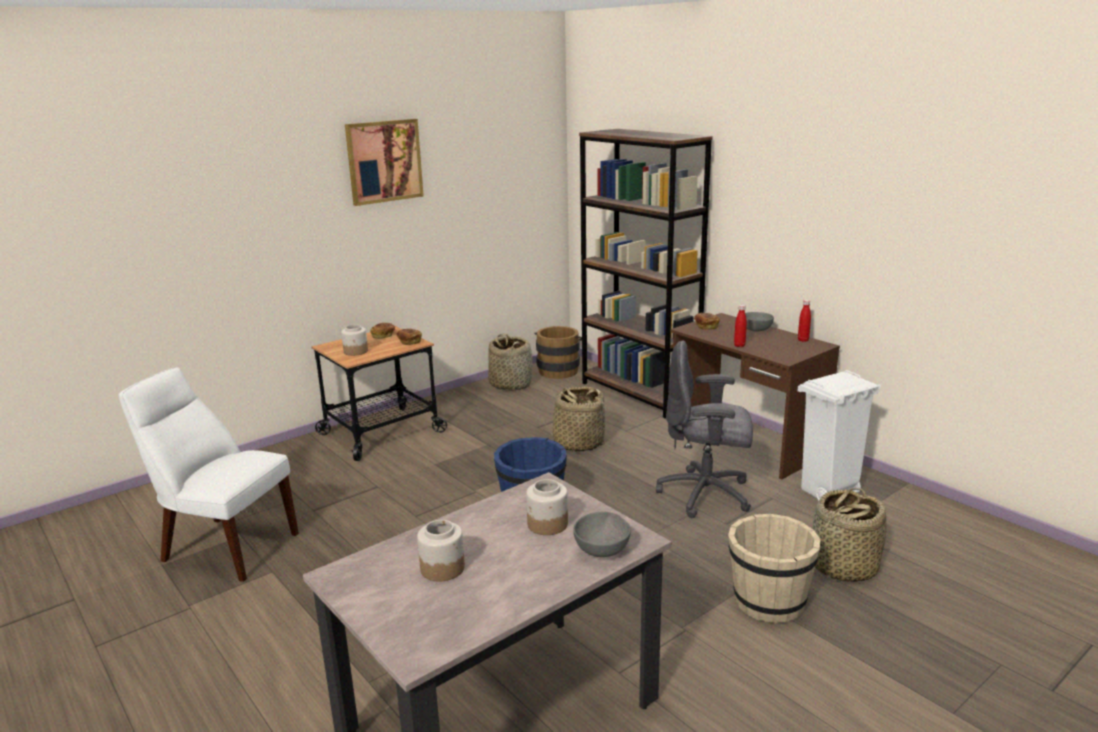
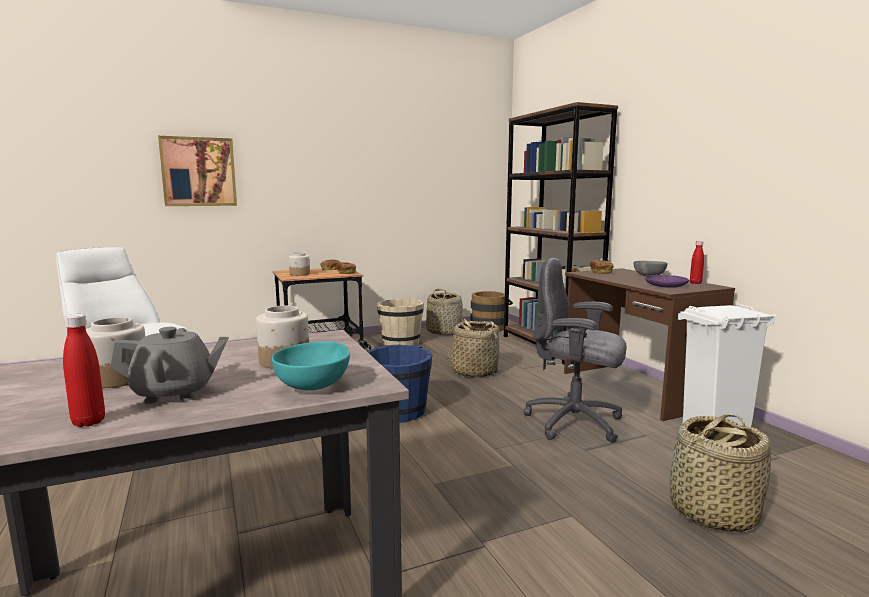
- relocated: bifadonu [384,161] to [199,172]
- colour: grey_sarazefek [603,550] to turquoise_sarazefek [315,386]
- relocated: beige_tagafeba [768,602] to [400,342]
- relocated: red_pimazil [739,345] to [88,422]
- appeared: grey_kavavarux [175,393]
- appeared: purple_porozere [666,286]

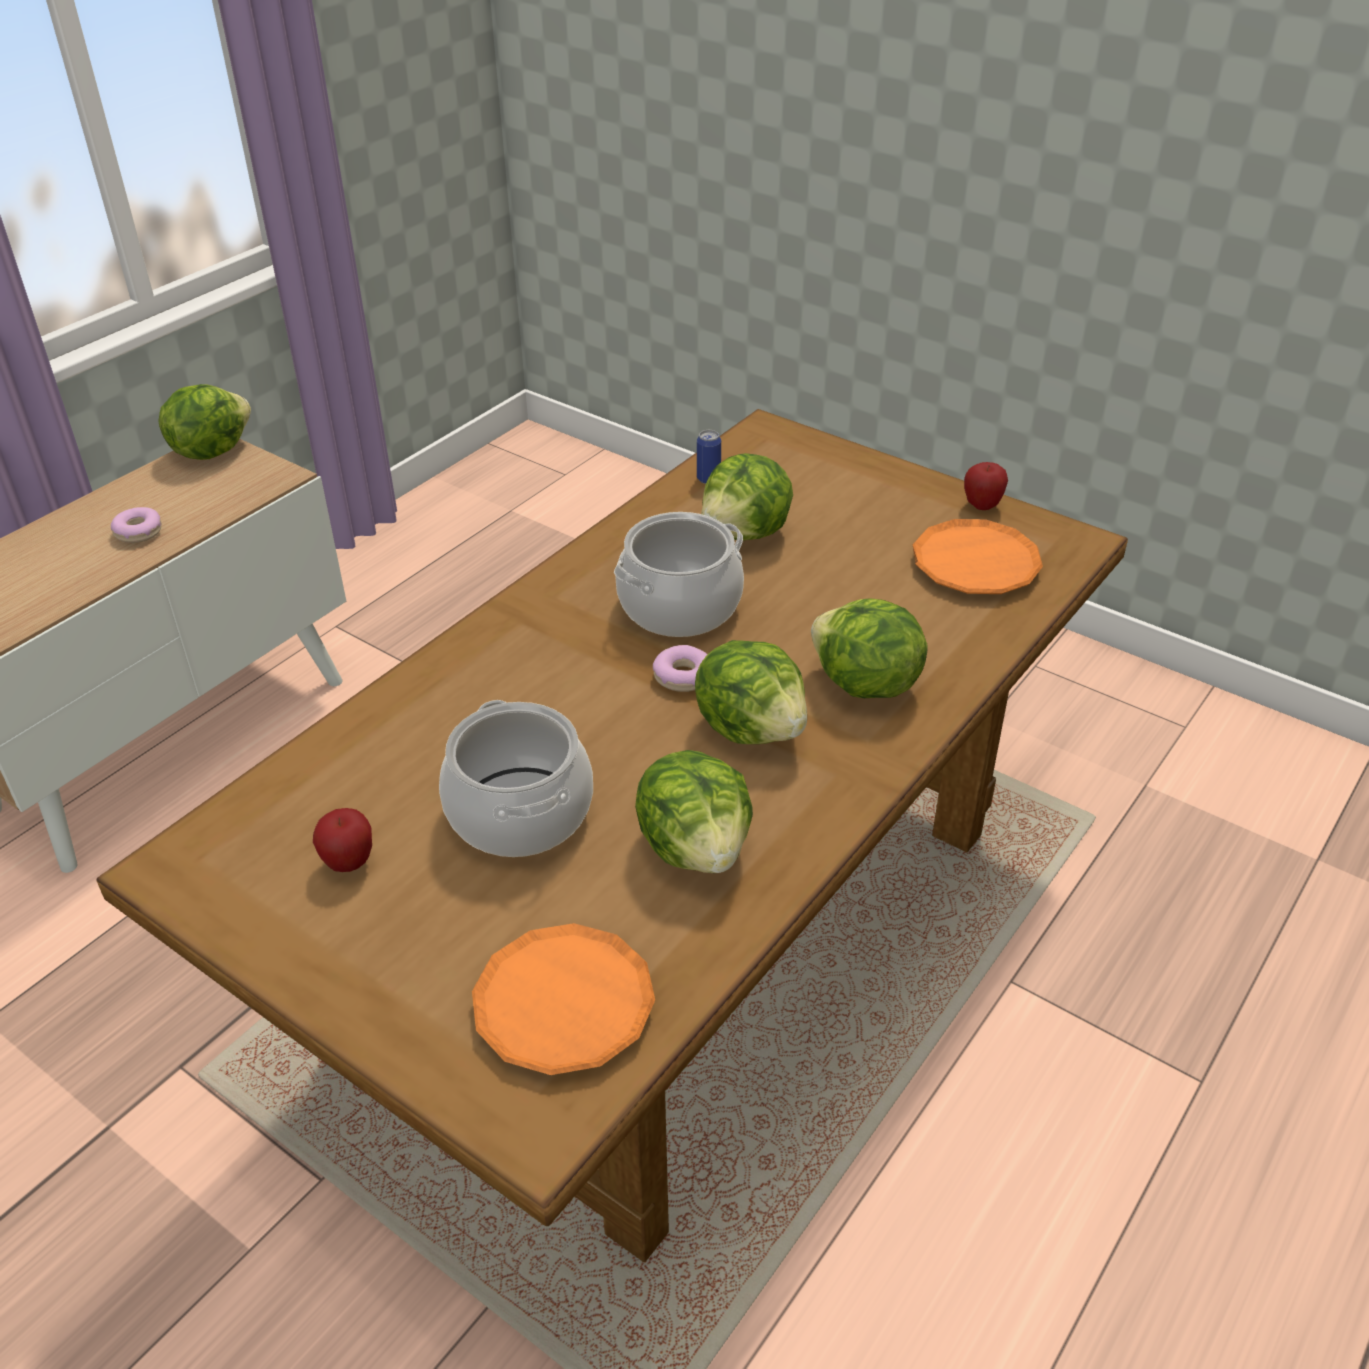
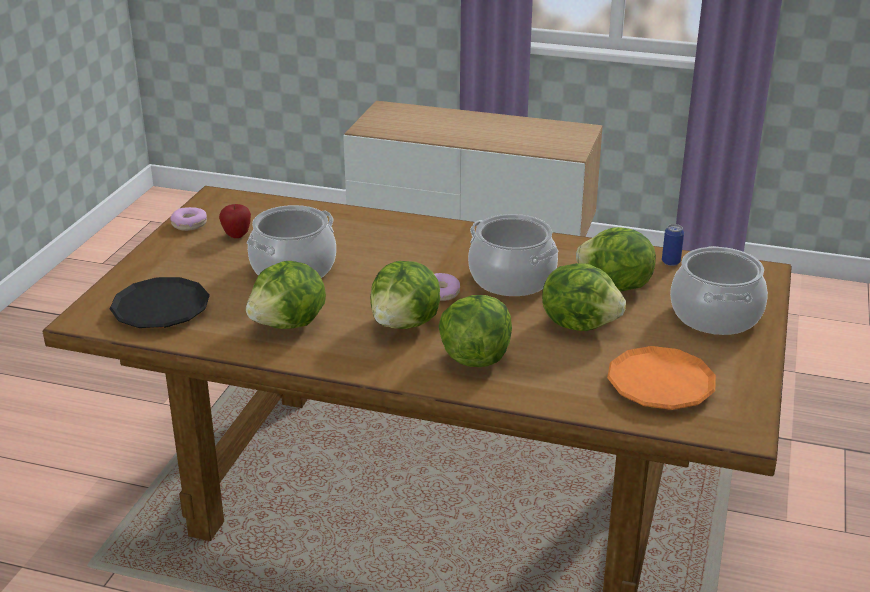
- relocated: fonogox [138,532] to [189,224]
- relocated: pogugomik [210,450] to [580,324]
- colour: orange_porozere [564,1006] to black_porozere [161,309]
- missing: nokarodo [982,505]
- appeared: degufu [714,315]

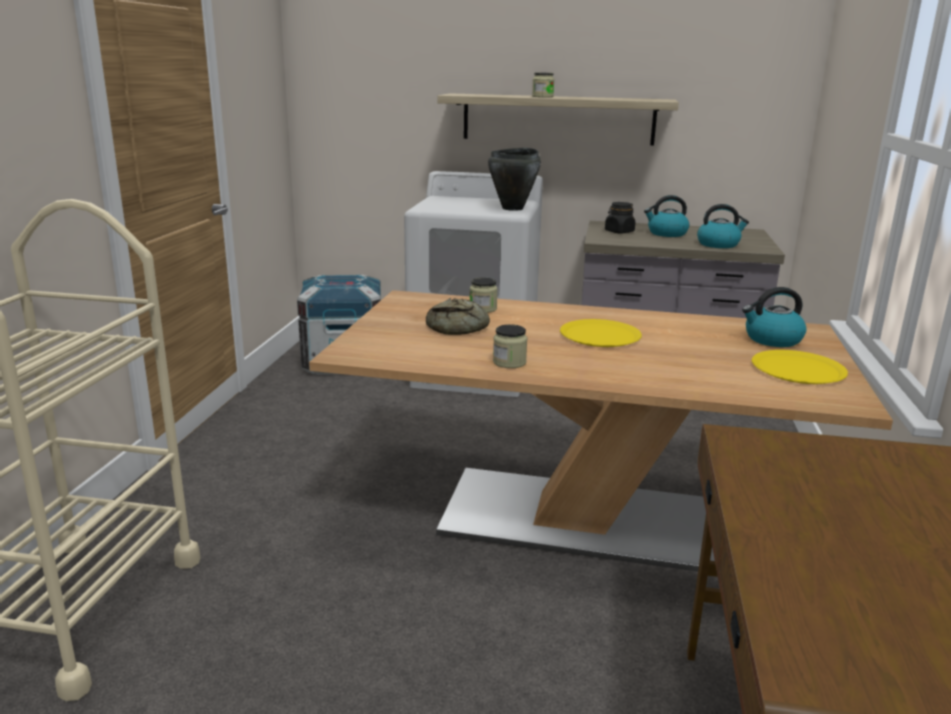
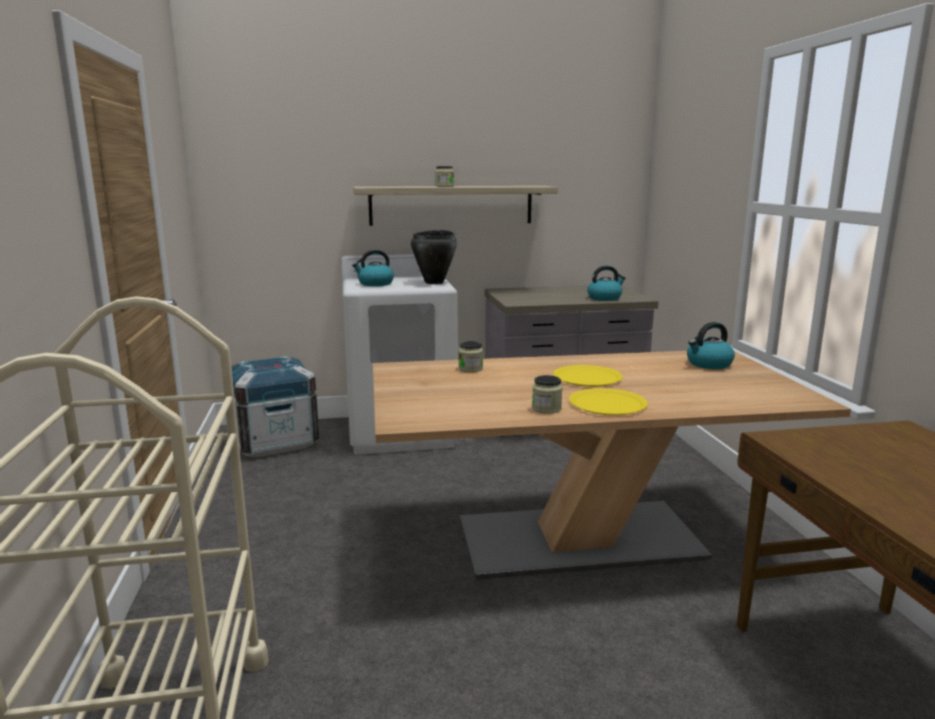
- missing: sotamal [459,327]
- missing: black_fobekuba [619,232]
- relocated: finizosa [666,233] to [375,284]
- relocated: yellow_porozere [798,369] to [607,403]

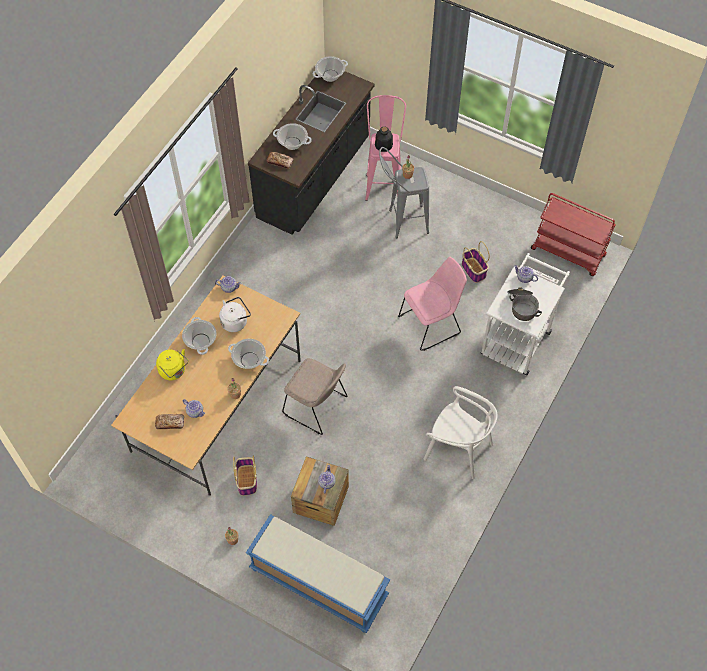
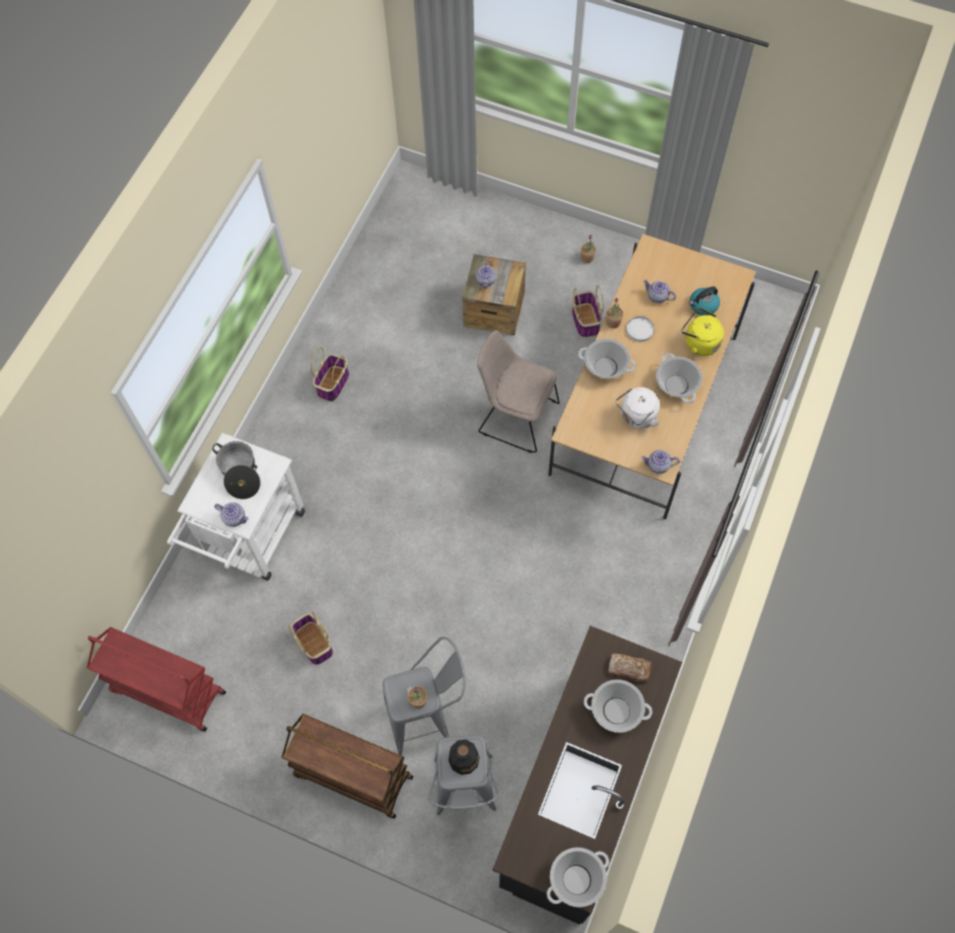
- missing: sotamal [170,423]
- missing: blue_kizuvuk [317,583]
- colour: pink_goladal [383,182] to grey_goladal [465,796]
- missing: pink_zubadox [431,323]
- exchanged: white_zubadox [458,449] to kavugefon [333,383]
- appeared: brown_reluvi [352,776]
- appeared: white_porozere [639,330]
- appeared: finizosa [703,305]

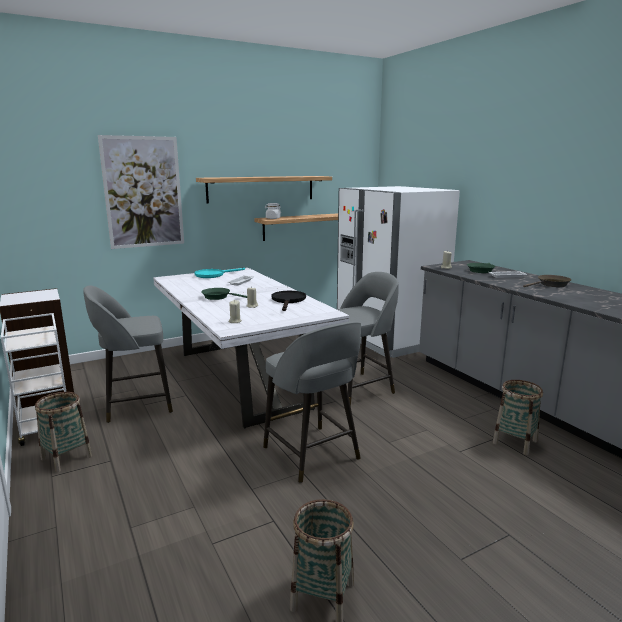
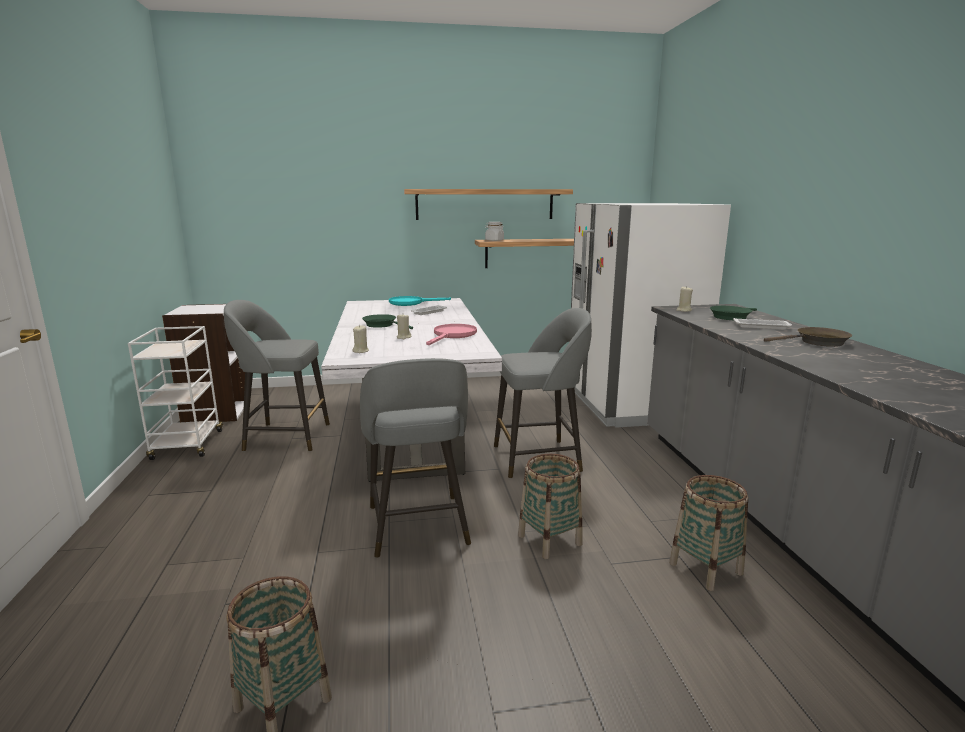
- relocated: kavugefon [66,458] to [549,540]
- missing: bifadonu [143,192]
- colour: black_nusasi [288,301] to pink_nusasi [452,335]

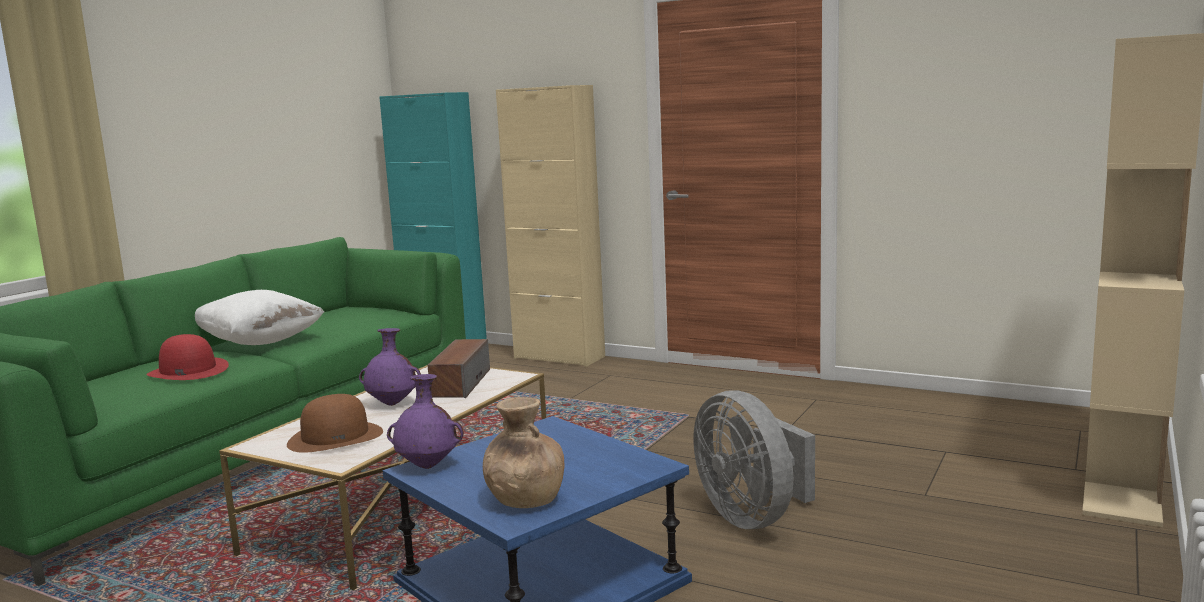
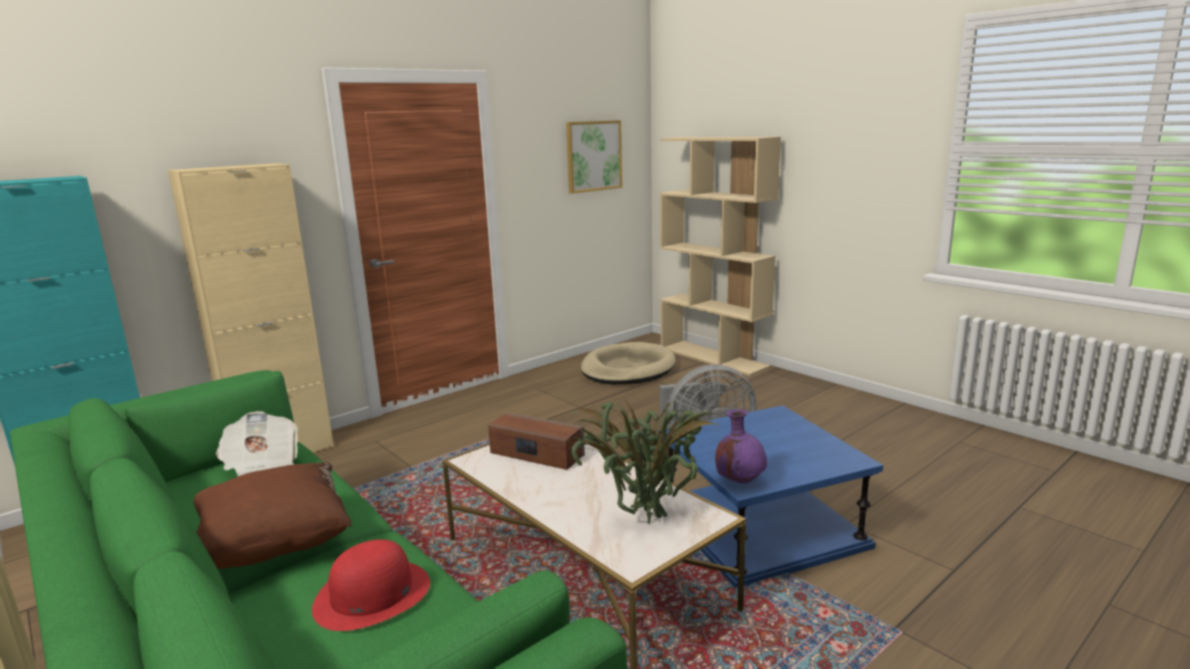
- colour: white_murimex [259,342] to brown_murimex [276,545]
- exchanged: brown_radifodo [336,437] to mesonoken [643,519]
- missing: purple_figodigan [393,403]
- missing: brown_figodigan [524,499]
- appeared: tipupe [262,467]
- appeared: bifadonu [593,156]
- appeared: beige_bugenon [627,369]

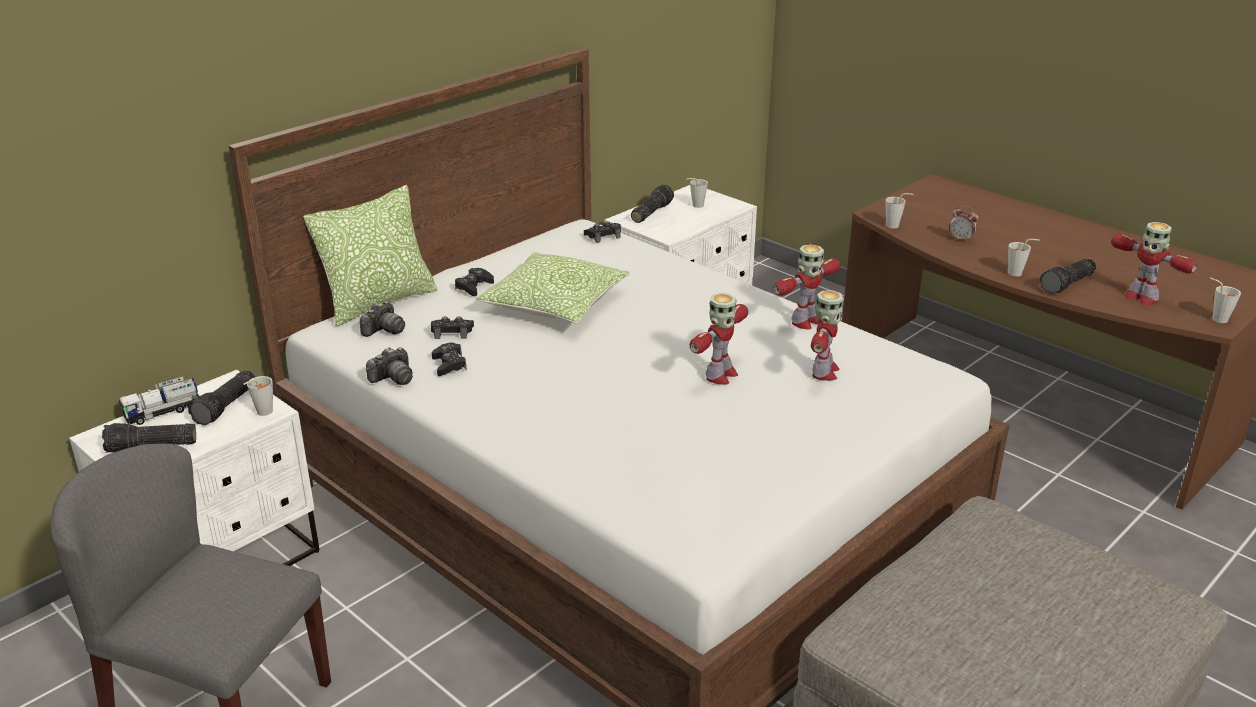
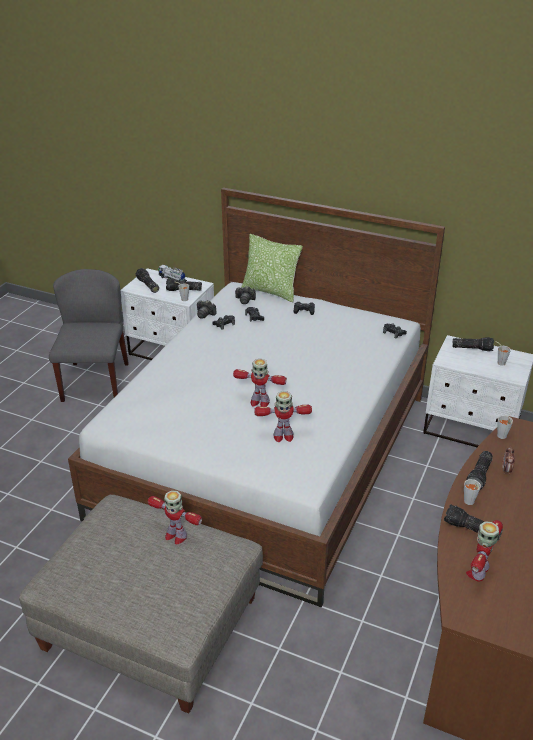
- missing: murimex [555,304]
- relocated: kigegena [805,322] to [175,536]
- missing: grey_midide [1216,318]
- appeared: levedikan [480,476]

